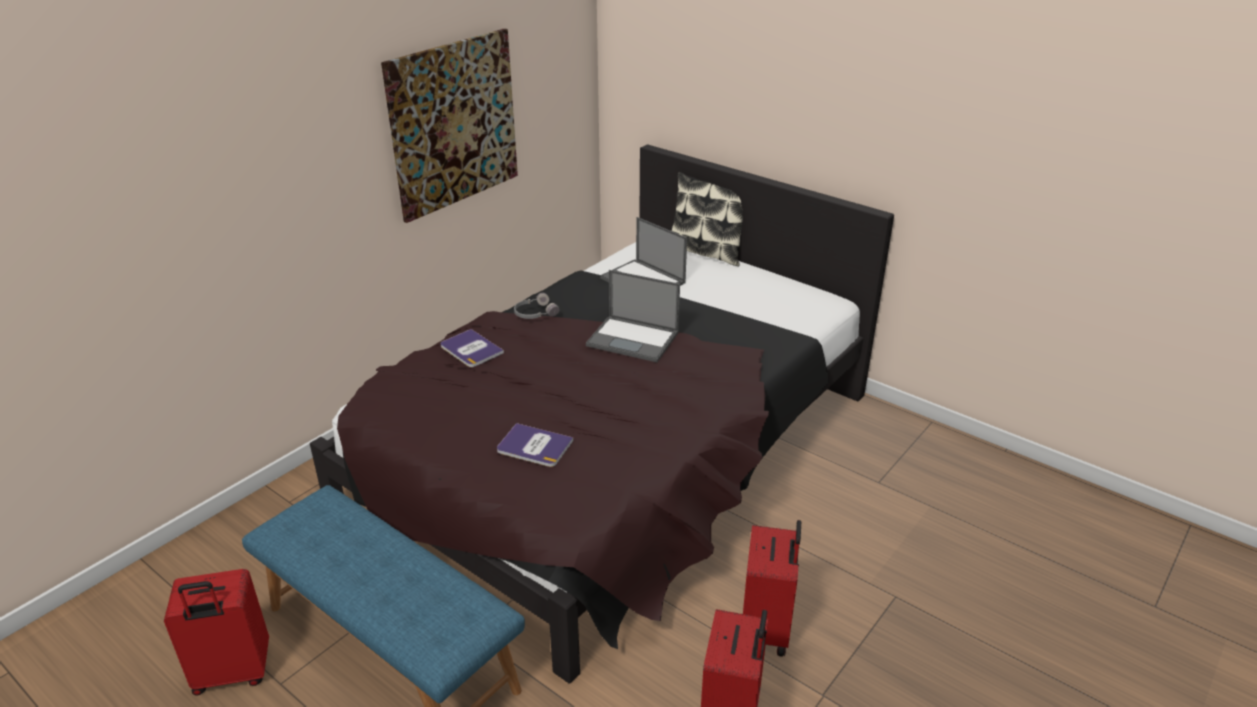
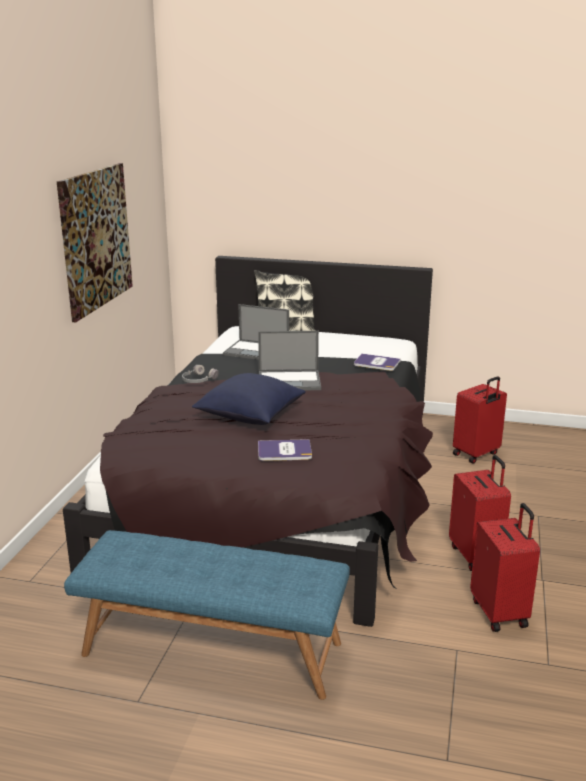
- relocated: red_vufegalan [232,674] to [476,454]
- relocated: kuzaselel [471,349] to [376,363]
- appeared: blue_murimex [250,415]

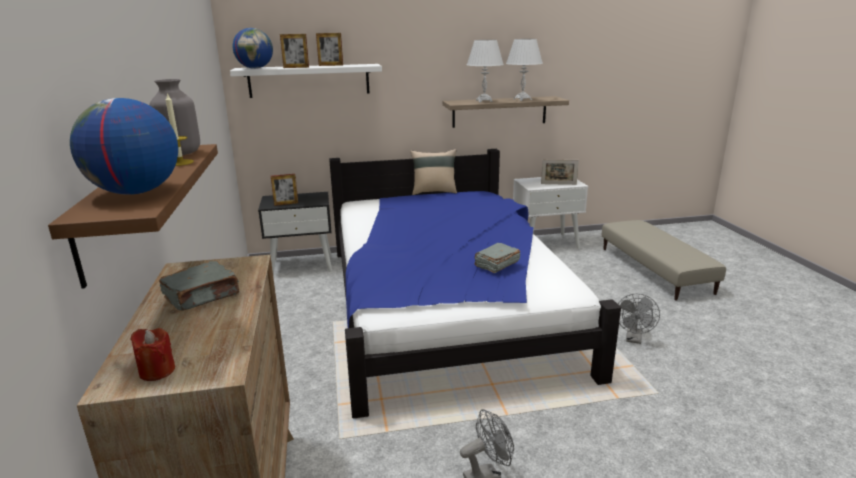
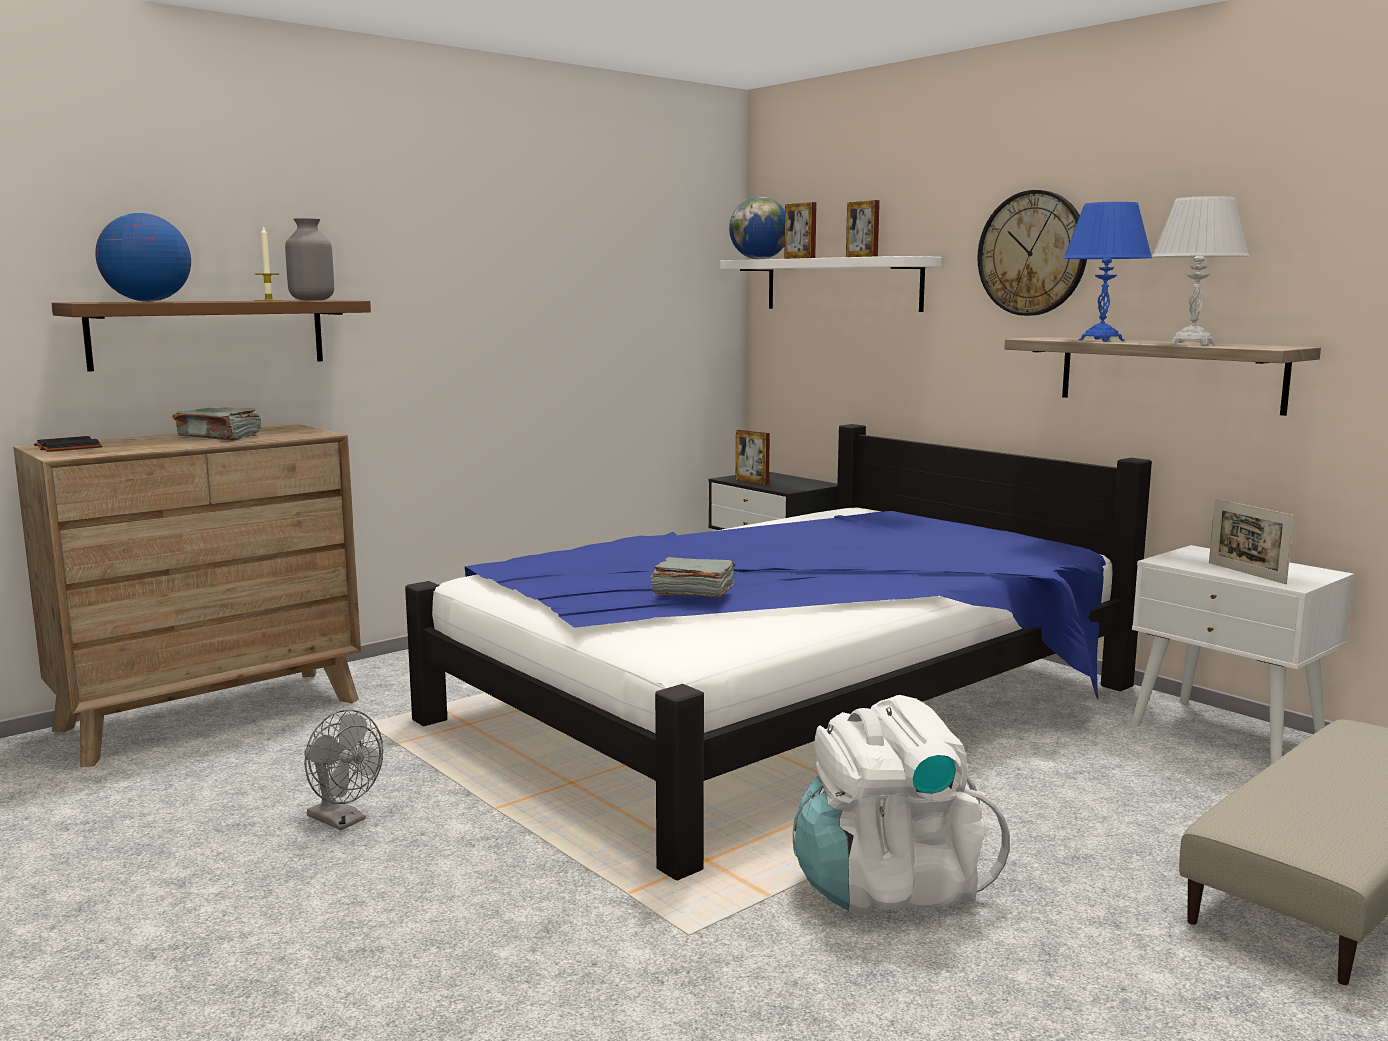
- exchanged: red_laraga [157,371] to black_kuzaselel [66,448]
- missing: beige_murimex [434,191]
- colour: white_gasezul [484,101] to blue_gasezul [1101,340]
- exchanged: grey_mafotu [634,339] to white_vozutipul [889,887]
- appeared: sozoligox [1032,253]

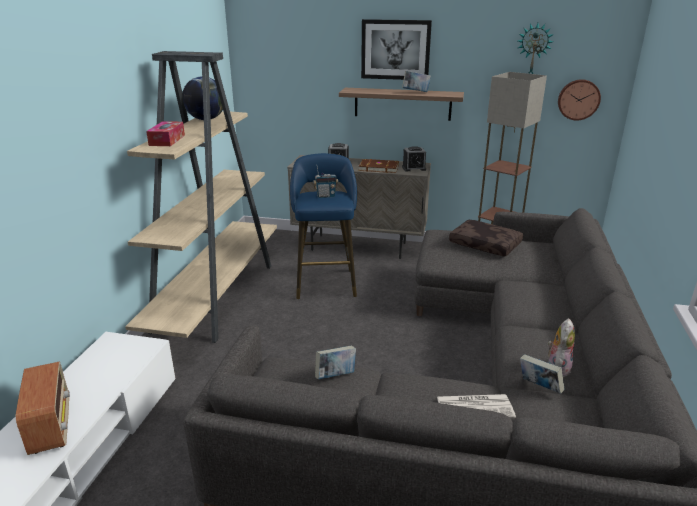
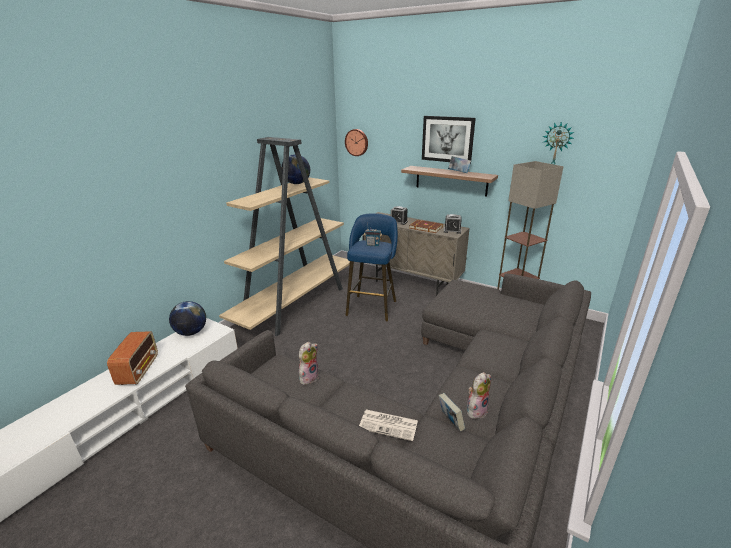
- missing: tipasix [167,140]
- exchanged: kuzaselel [335,376] to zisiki [308,377]
- missing: brown_murimex [486,244]
- relocated: sozoligox [578,99] to [357,142]
- appeared: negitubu [191,332]

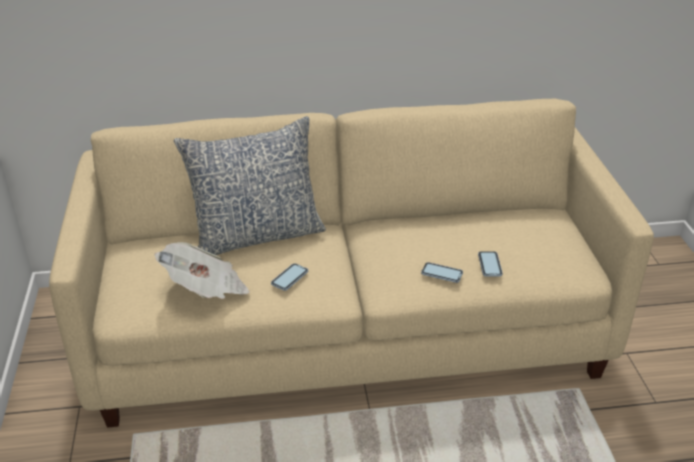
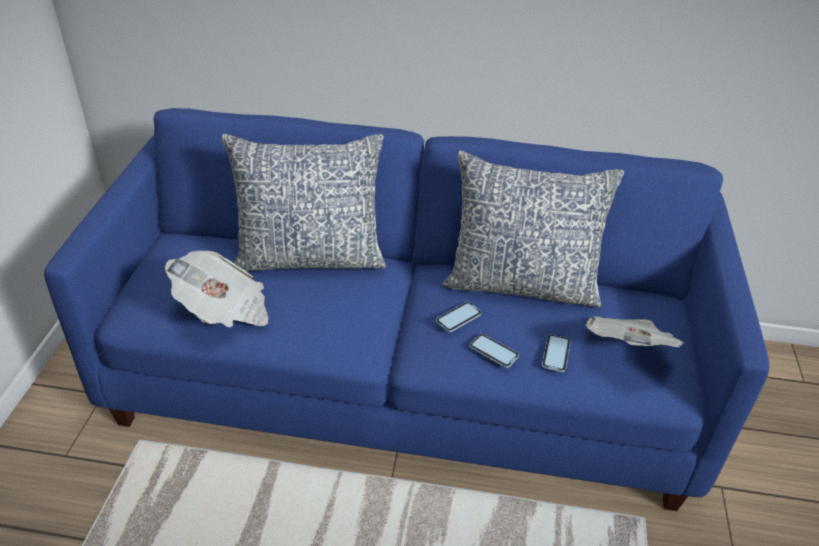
- colour: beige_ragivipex [348,331] to blue_ragivipex [406,377]
- relocated: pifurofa [289,278] to [458,318]
- appeared: murimex [521,284]
- appeared: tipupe [628,349]

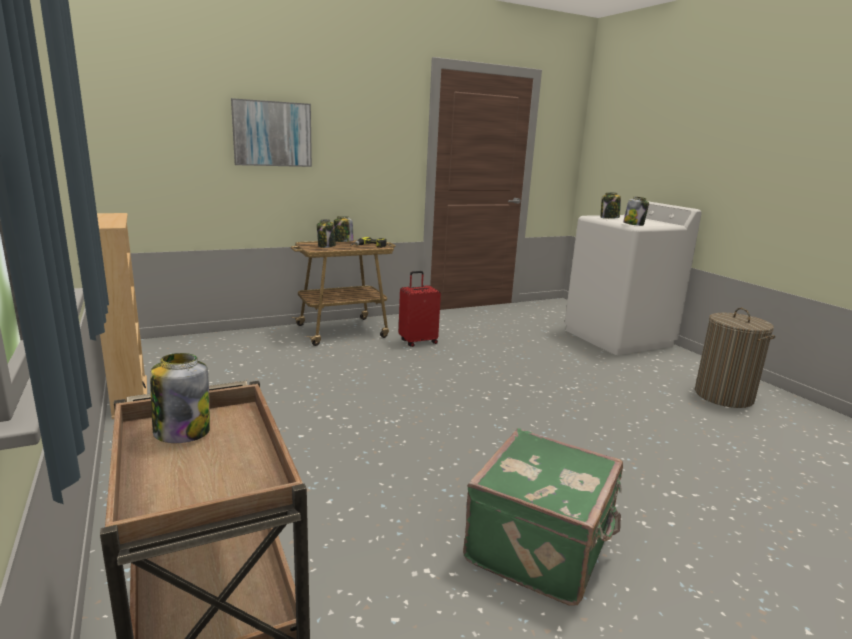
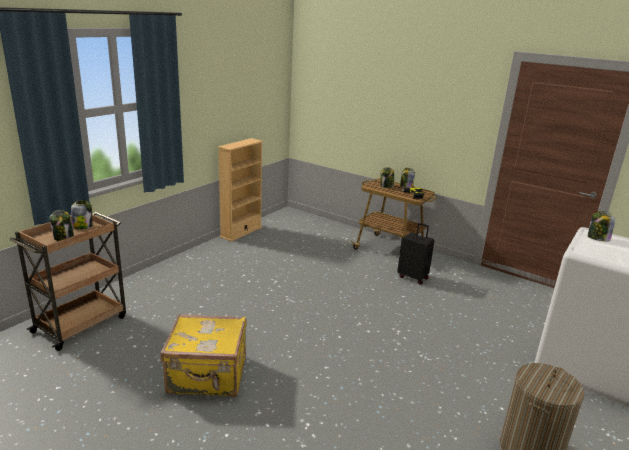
- missing: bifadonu [272,134]
- colour: red_vufegalan [418,341] to black_vufegalan [413,277]
- colour: green_vufegalan [542,547] to yellow_vufegalan [208,376]
- relocated: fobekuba [634,224] to [64,237]

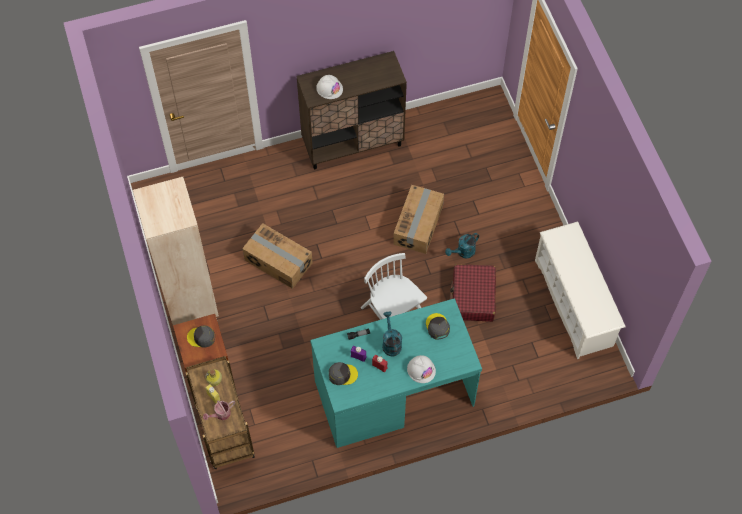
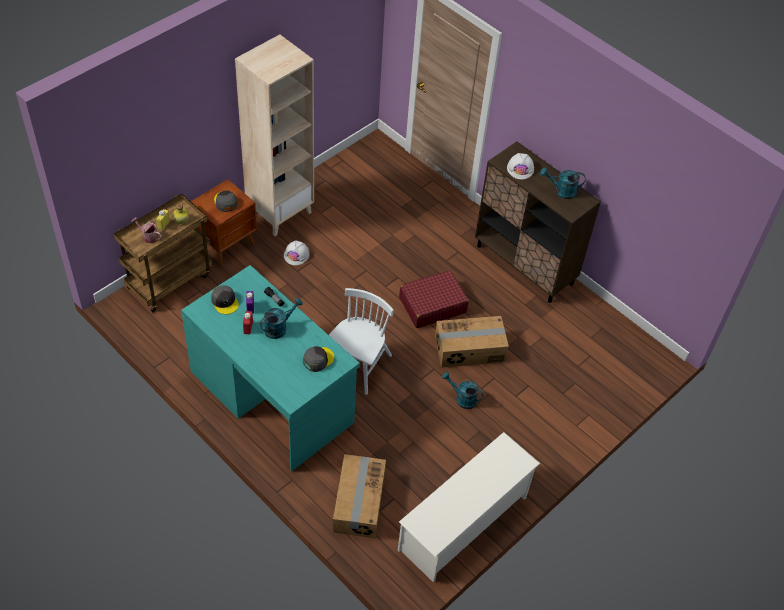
- relocated: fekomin [278,262] to [358,503]
- relocated: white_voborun [421,369] to [296,255]
- relocated: red_vufegalan [473,297] to [432,305]
- appeared: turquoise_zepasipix [561,191]

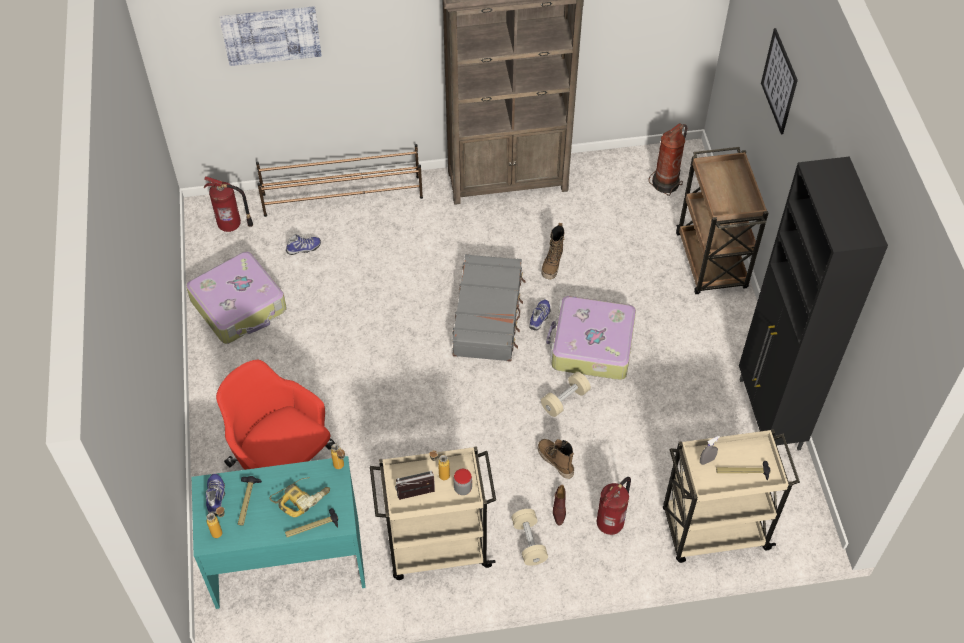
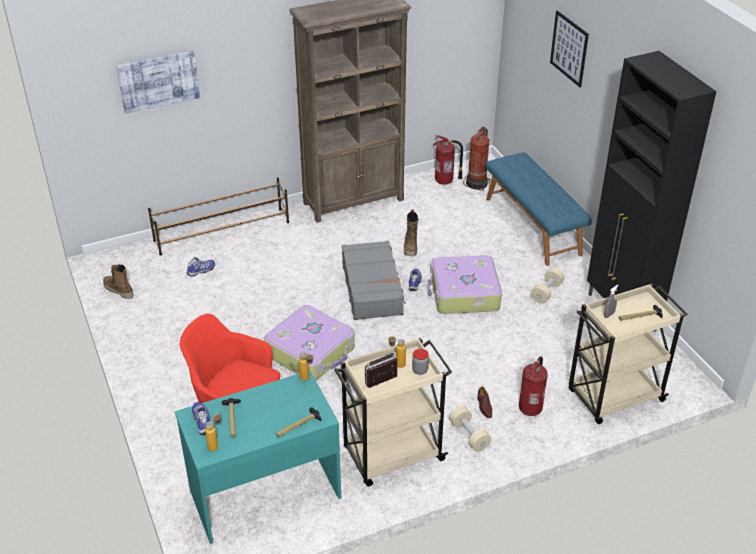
- relocated: vufegalan [240,306] to [311,352]
- relocated: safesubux [231,225] to [445,181]
- missing: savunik [301,497]
- relocated: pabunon [555,461] to [119,291]
- relocated: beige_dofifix [565,400] to [546,292]
- exchanged: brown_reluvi [711,262] to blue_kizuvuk [533,226]

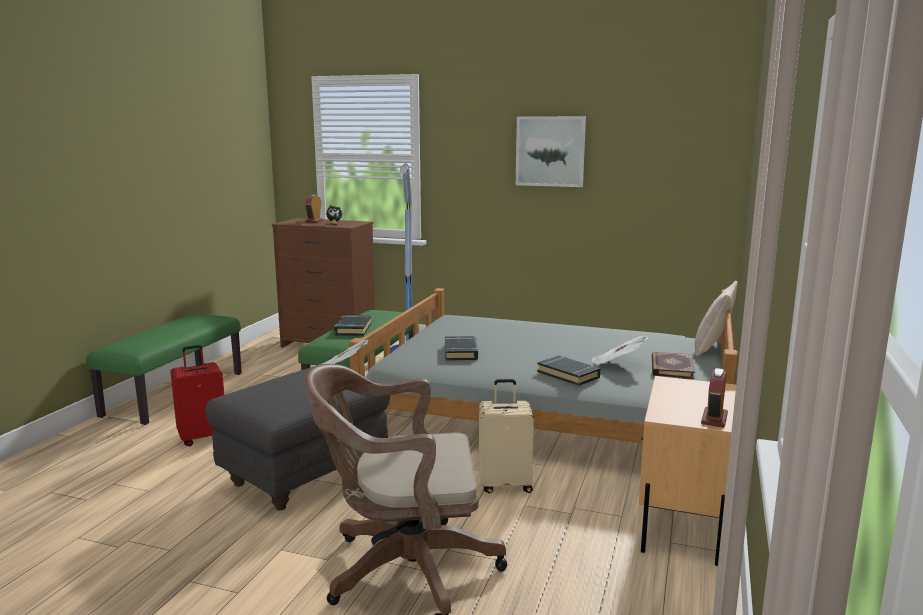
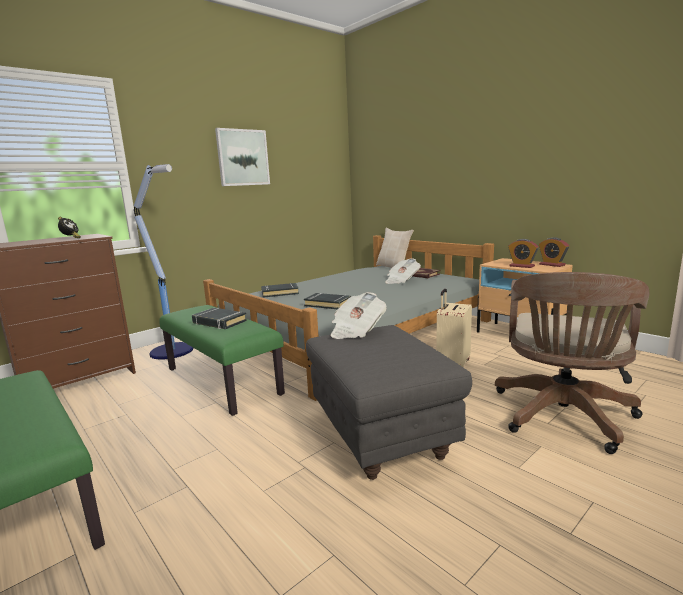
- missing: red_vufegalan [203,437]
- relocated: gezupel [314,221] to [522,266]
- relocated: black_kuzaselel [568,374] to [280,293]

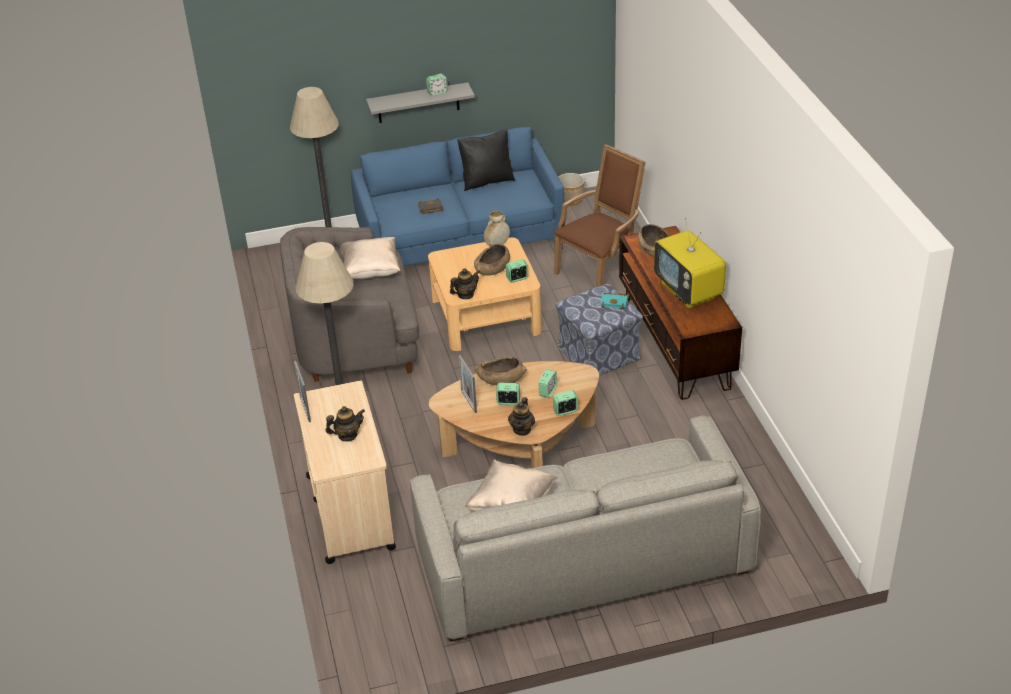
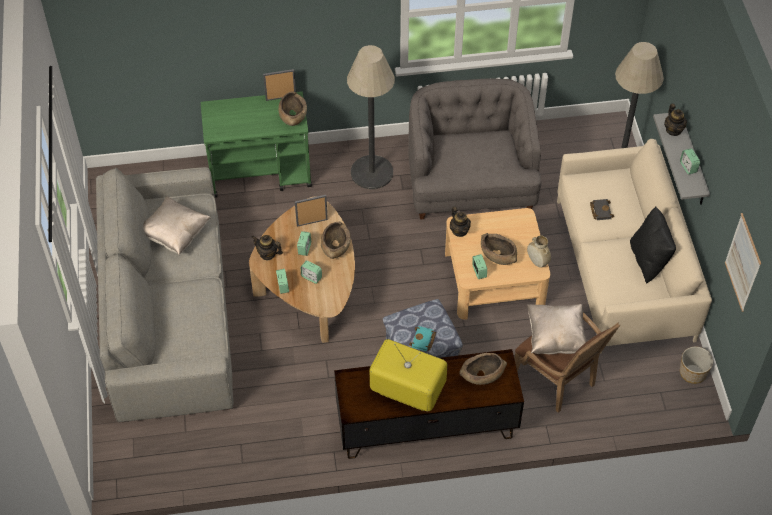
- colour: beige_reluvi [350,511] to green_reluvi [261,173]
- relocated: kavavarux [347,435] to [673,130]
- relocated: beige_murimex [371,271] to [555,337]
- colour: blue_ragivipex [460,240] to beige_ragivipex [623,269]
- spun: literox [689,291] = [406,391] 45 degrees clockwise
- appeared: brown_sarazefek [293,115]
- appeared: bifadonu [743,262]

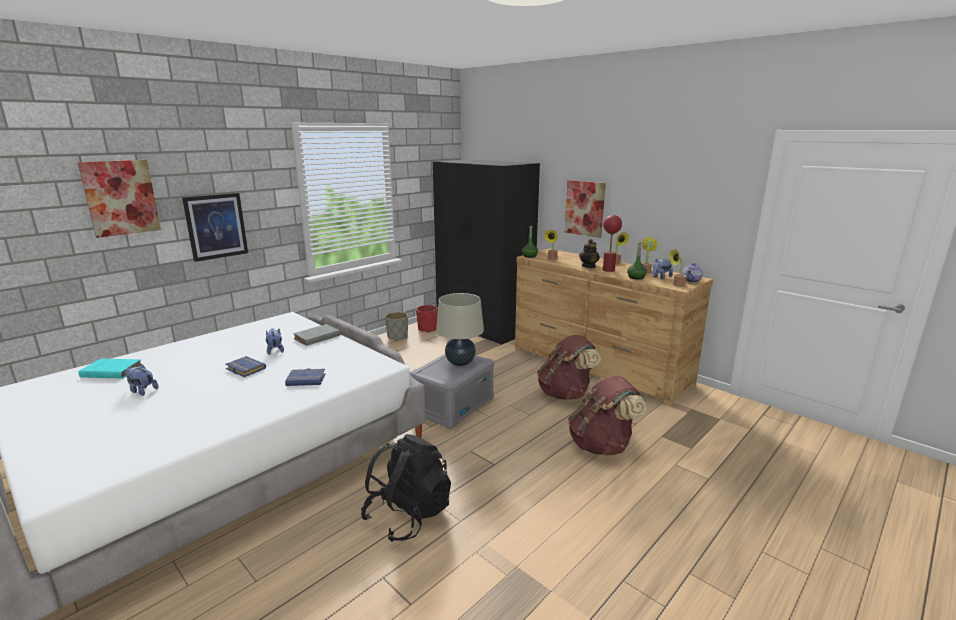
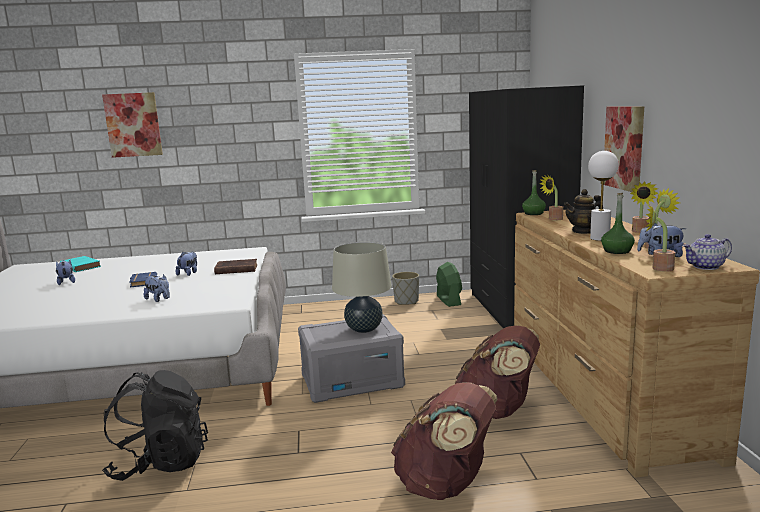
- missing: bifadonu [216,226]
- exchanged: blue_kuzaselel [307,380] to zisiki [159,299]
- colour: grey_kuzaselel [316,338] to brown_kuzaselel [235,269]
- exchanged: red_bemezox [427,329] to green_mafotu [448,300]
- colour: red_gasezul [608,270] to white_gasezul [599,238]

